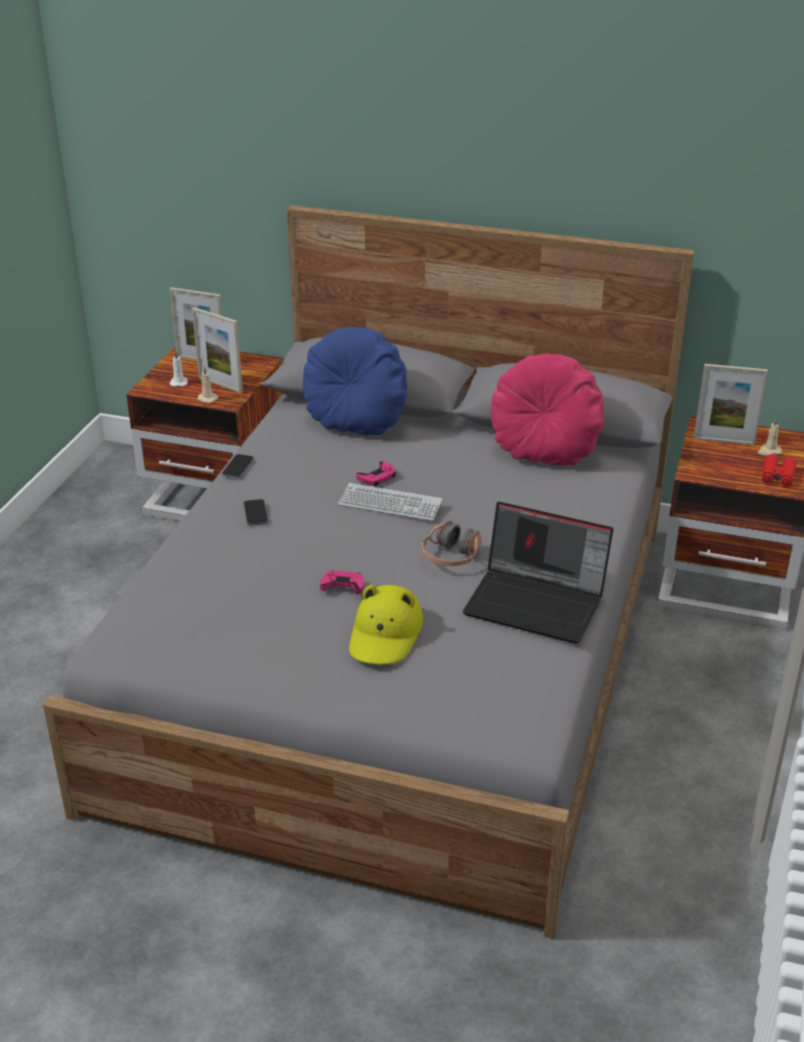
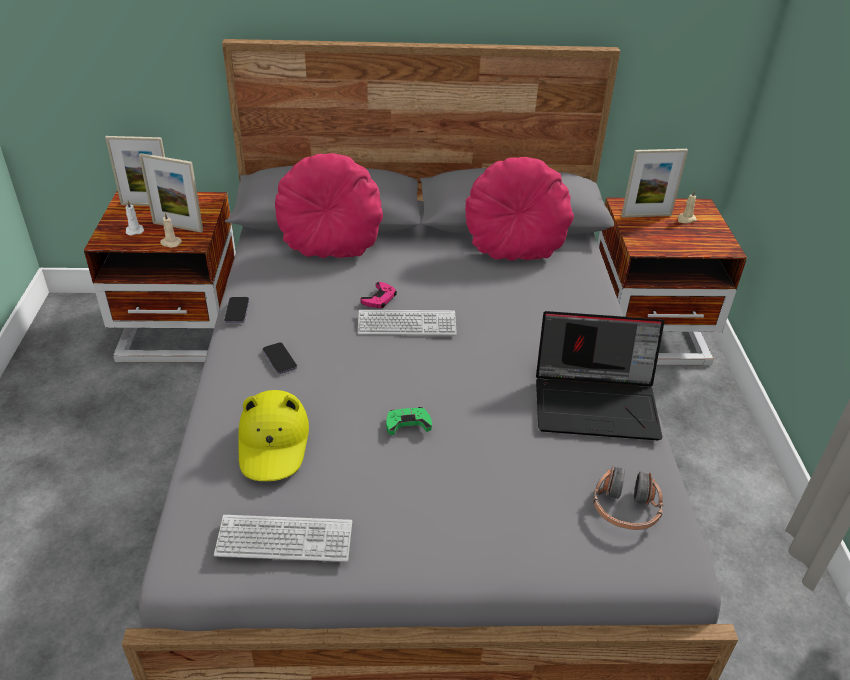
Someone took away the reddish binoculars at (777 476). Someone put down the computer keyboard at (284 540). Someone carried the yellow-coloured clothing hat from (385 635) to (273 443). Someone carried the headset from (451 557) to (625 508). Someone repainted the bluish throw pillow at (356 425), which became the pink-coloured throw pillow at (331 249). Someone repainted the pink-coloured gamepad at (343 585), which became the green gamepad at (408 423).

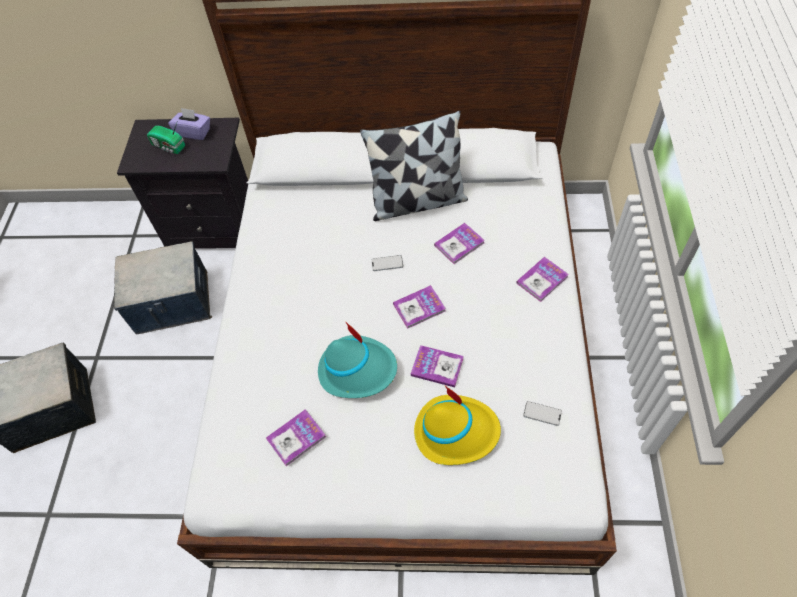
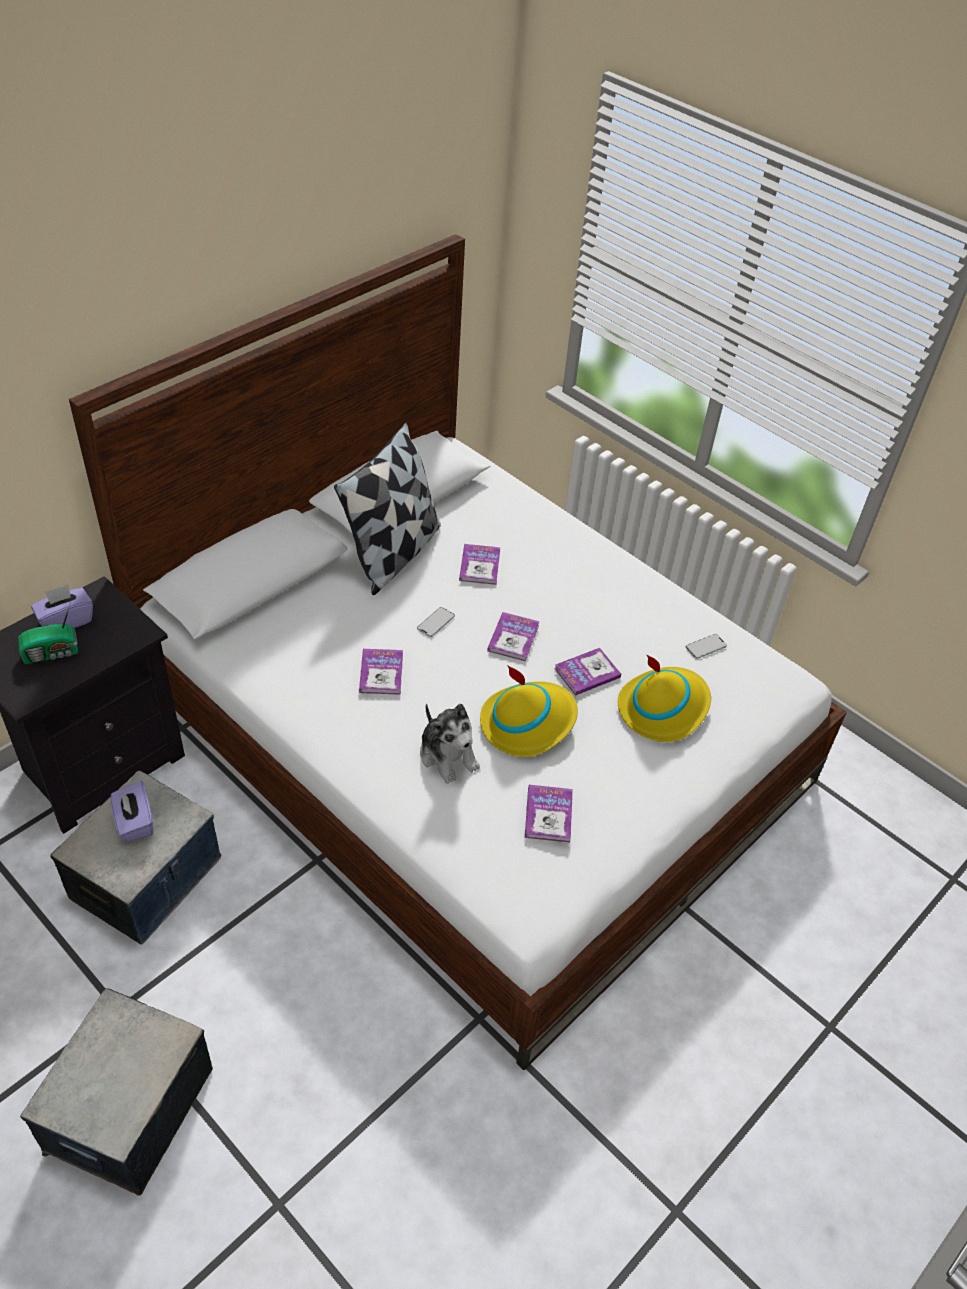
Someone put down the purple-coloured box of tissues at (135 822). Someone put down the plush toy at (448 755). Someone carried the volume from (542 280) to (381 673). Someone repainted the blue-green clothing hat at (357 369), which became the yellow-coloured clothing hat at (528 722).

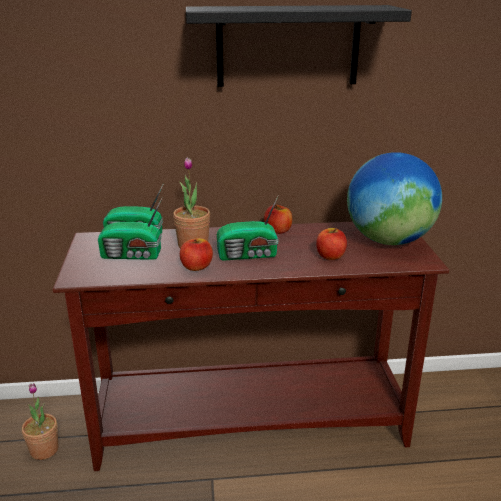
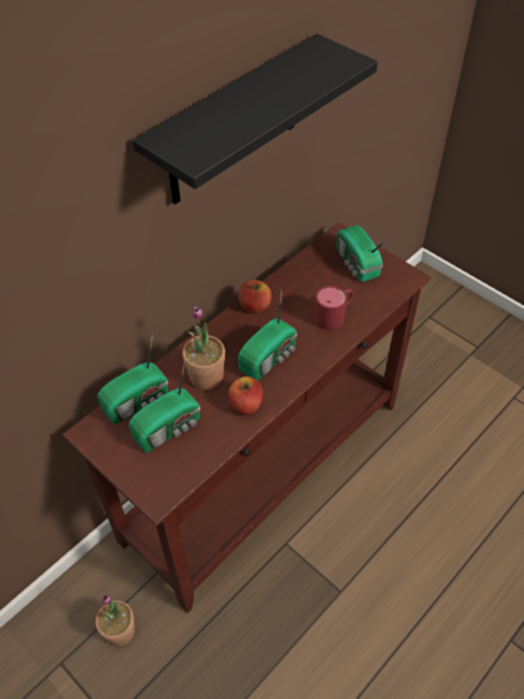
Someone swapped the whole apple at (330 256) for the reddish coffee mug at (335 315). Someone swapped the globe at (389 241) for the radio receiver at (356 264).

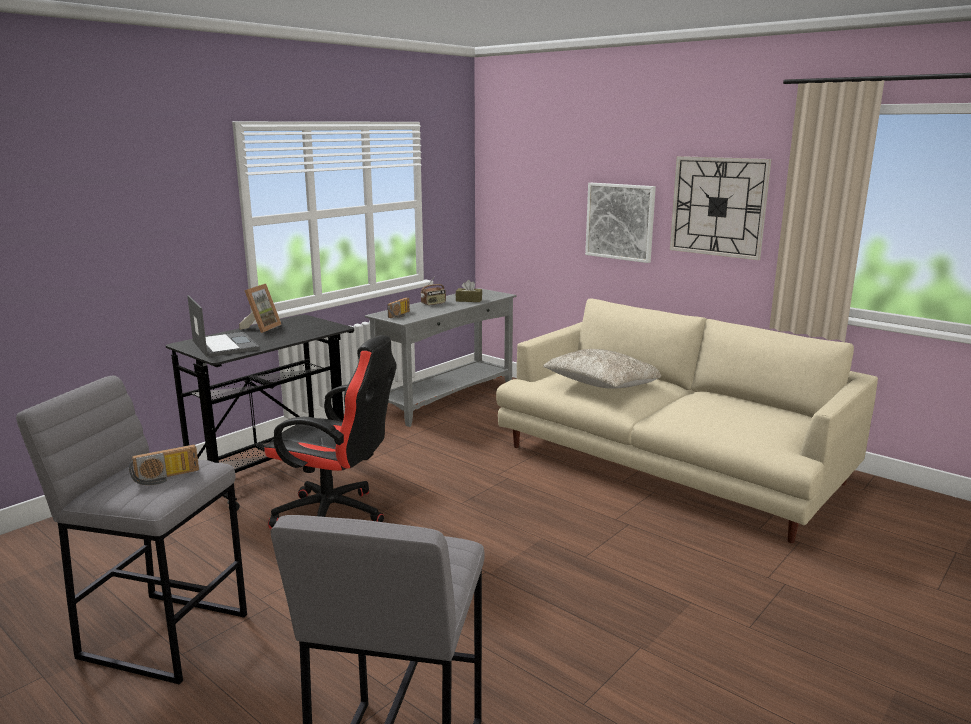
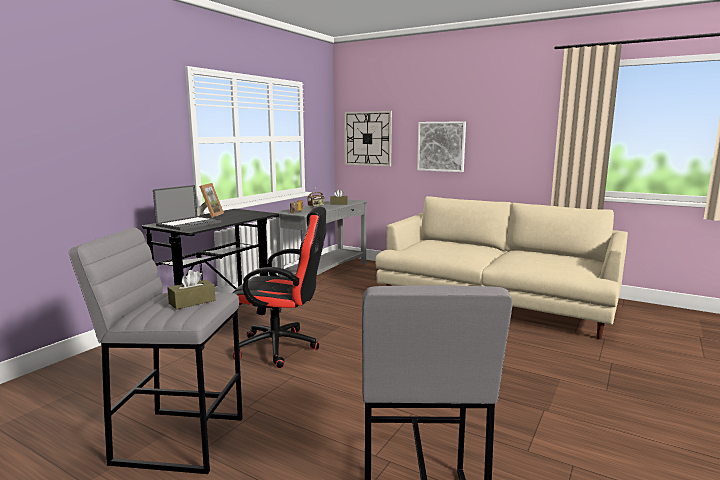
Someone took away the beige-coloured throw pillow at (602 385). Someone carried the clock on the wall from (718 206) to (368 138). Someone swapped the radio receiver at (166 478) for the brown-coloured box of tissues at (192 302). Someone rotated the notebook computer at (224 345) by 75 degrees clockwise.

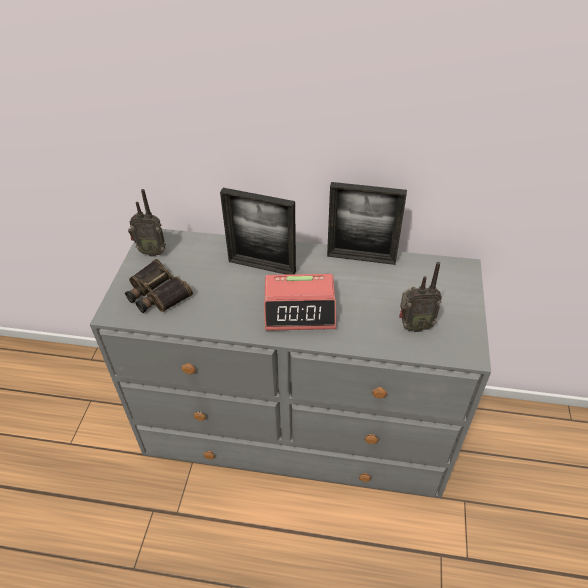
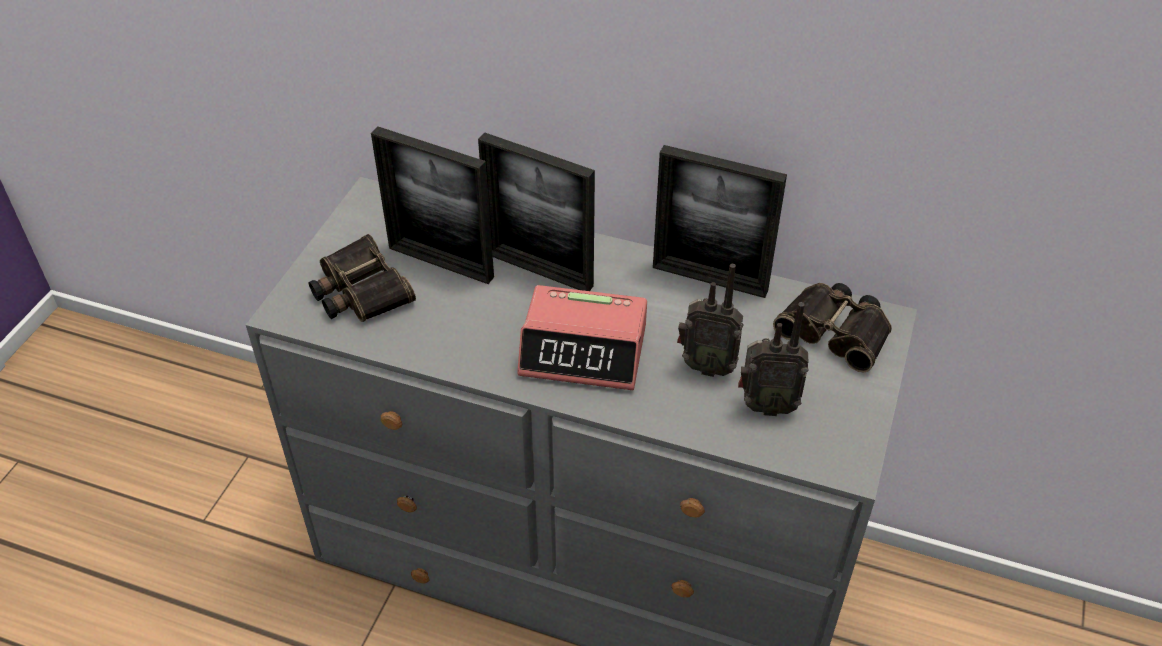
Someone put down the photo frame at (441 262). Someone put down the binoculars at (836 331). Someone carried the radio receiver from (152 251) to (706 366).

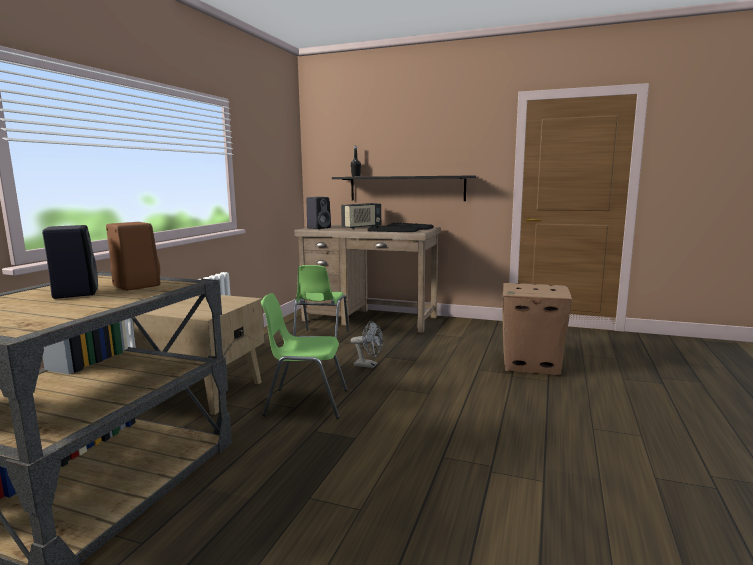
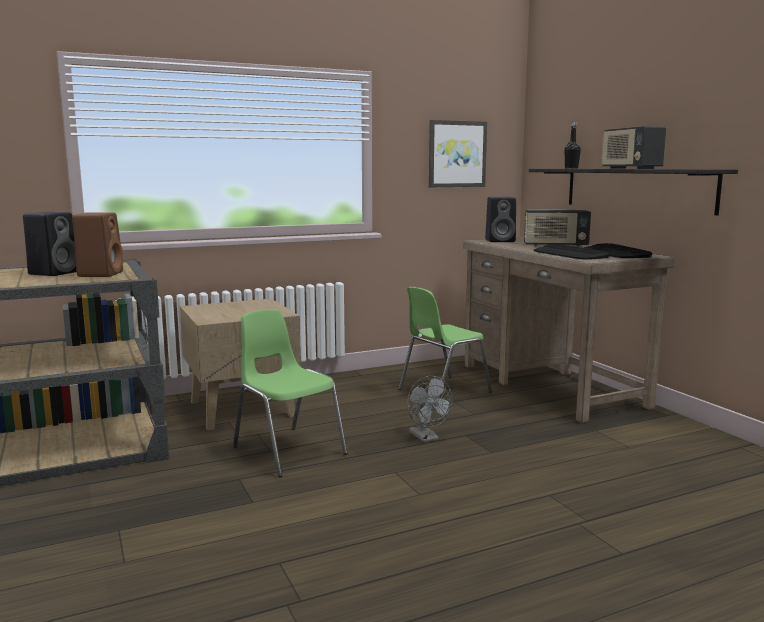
Someone took away the carton at (531 363). Someone put up the wall picture at (457 154). Someone put down the radio receiver at (630 168).

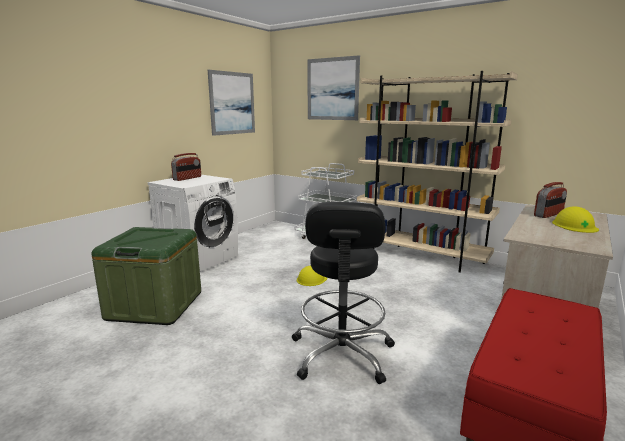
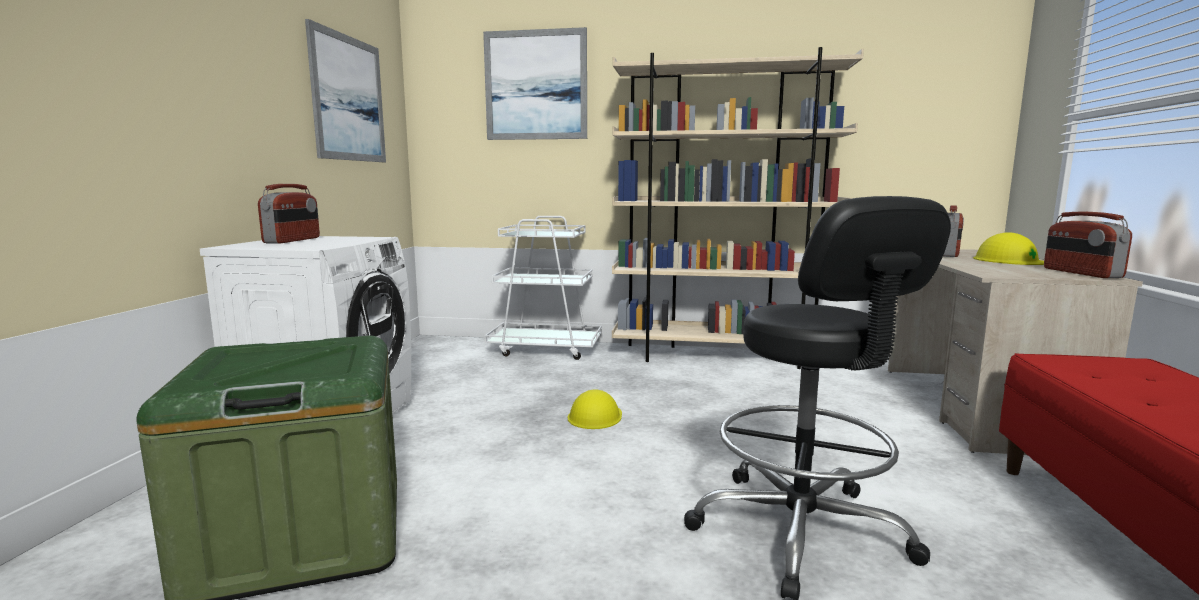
Someone put down the radio receiver at (1081 273).

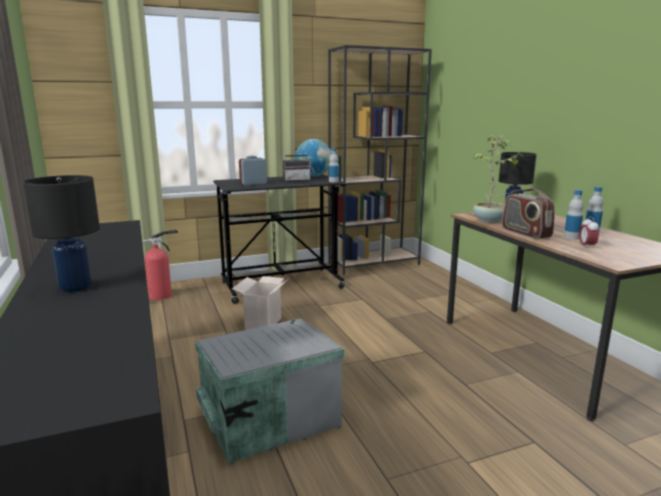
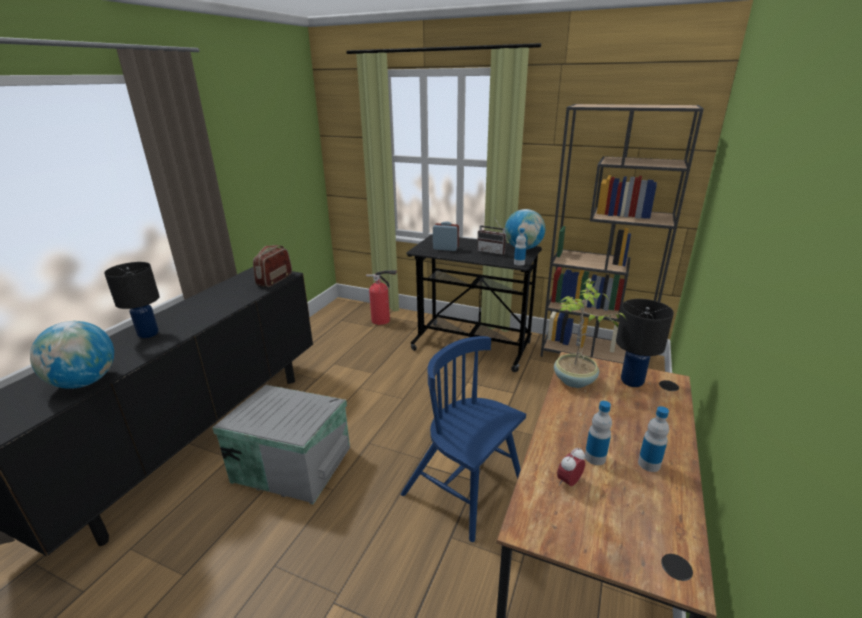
Someone took away the carton at (263 323). Someone put down the globe at (85 382). Someone put down the bluish chair at (468 490). Someone carried the radio receiver from (525 233) to (274 280).

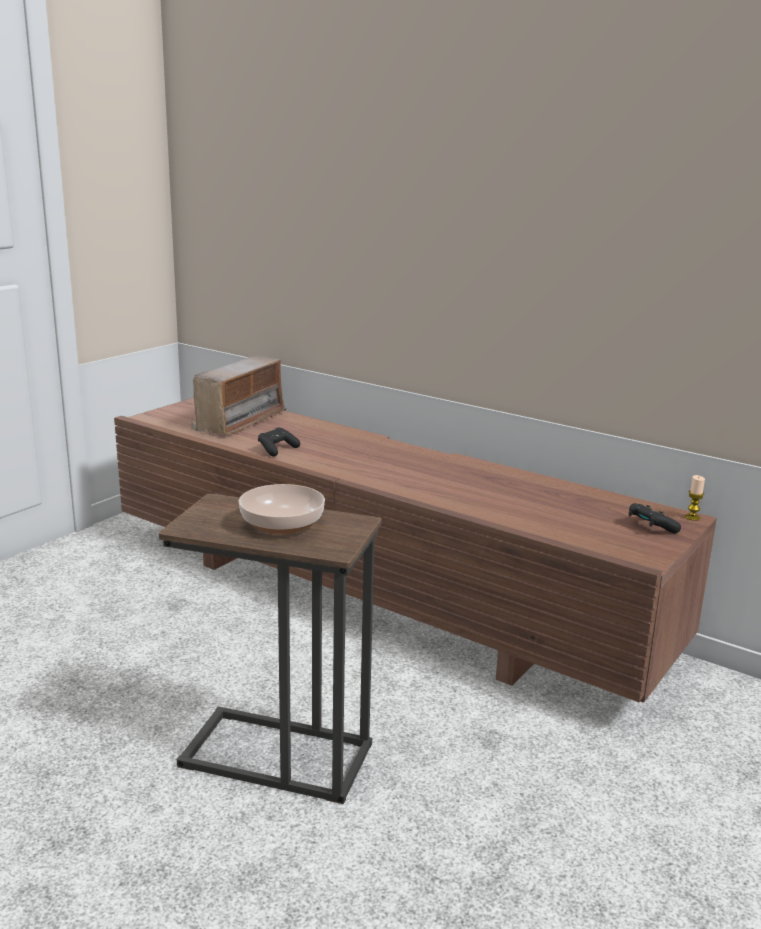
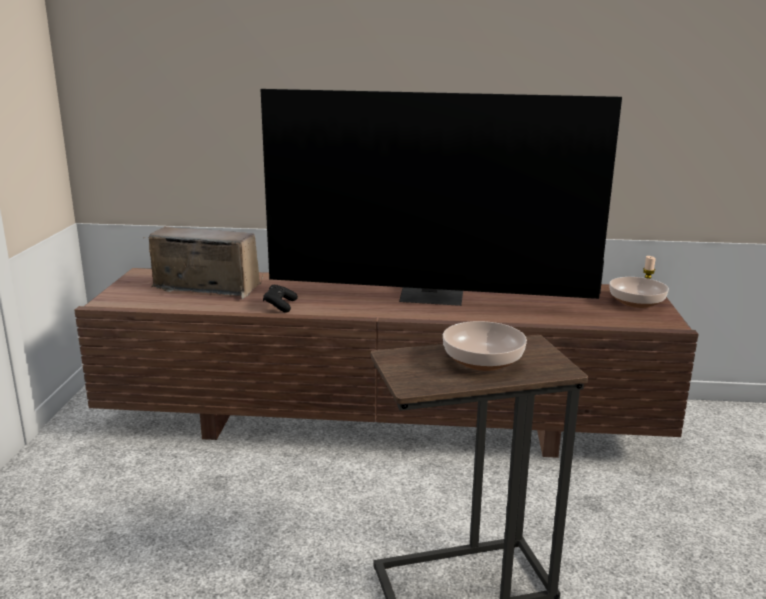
Someone put down the TV at (432 296). Someone swapped the blackish gamepad at (650 527) for the deep dish at (635 302). Someone rotated the radio receiver at (240 421) by 75 degrees counterclockwise.

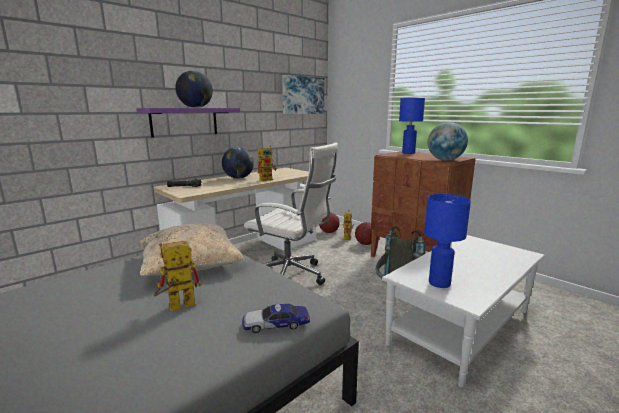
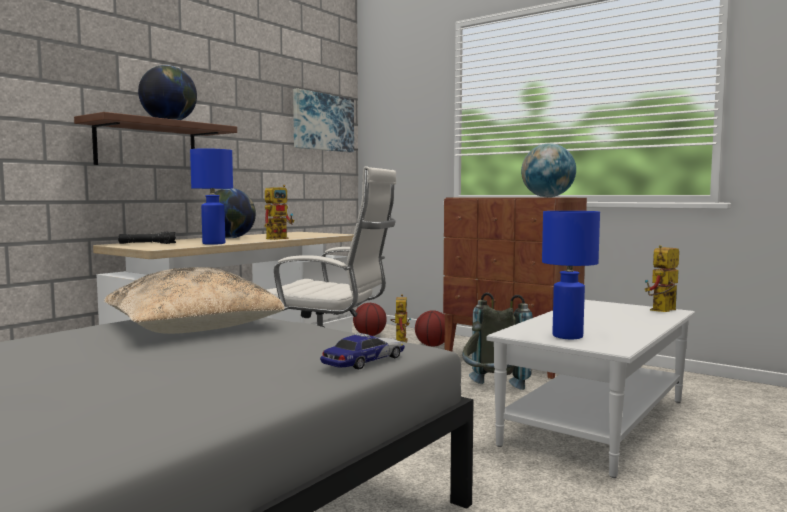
Someone carried the robot figure from (176 307) to (662 311). Someone carried the bluish table lamp from (408 153) to (213 243). Someone repainted the purple-coloured wall shelf at (184 122), which became the brown-coloured wall shelf at (146 145). Someone rotated the miniature car at (276 324) by 150 degrees clockwise.

